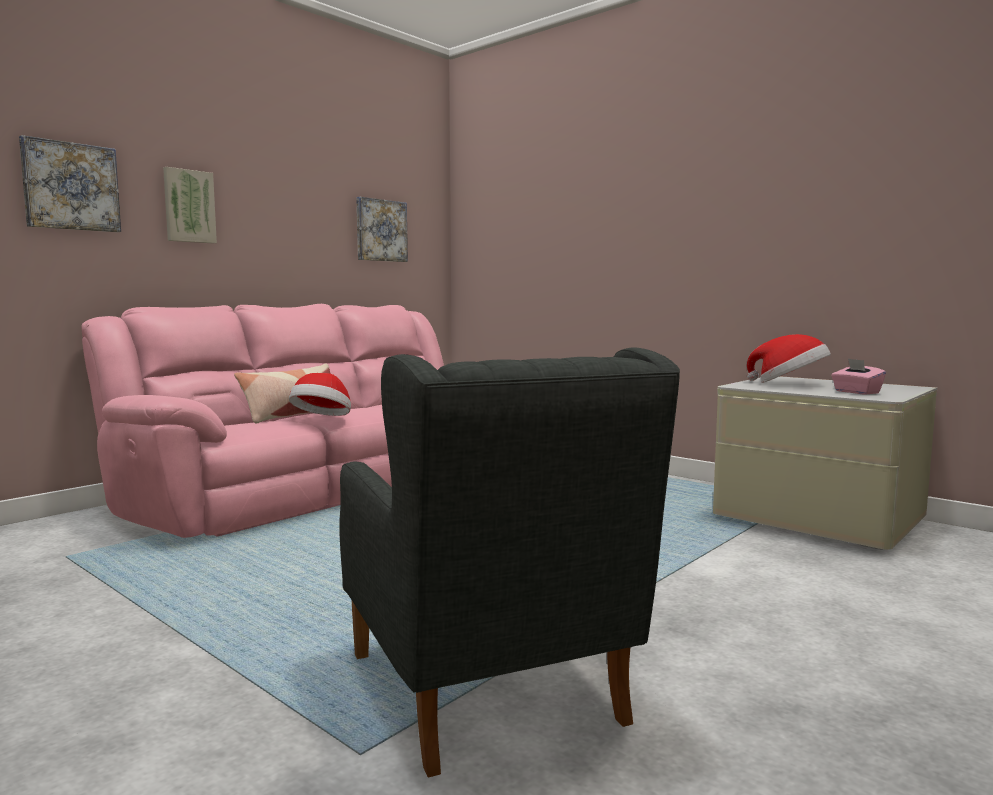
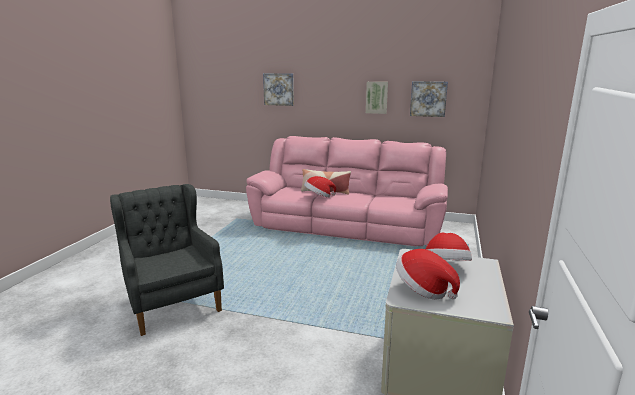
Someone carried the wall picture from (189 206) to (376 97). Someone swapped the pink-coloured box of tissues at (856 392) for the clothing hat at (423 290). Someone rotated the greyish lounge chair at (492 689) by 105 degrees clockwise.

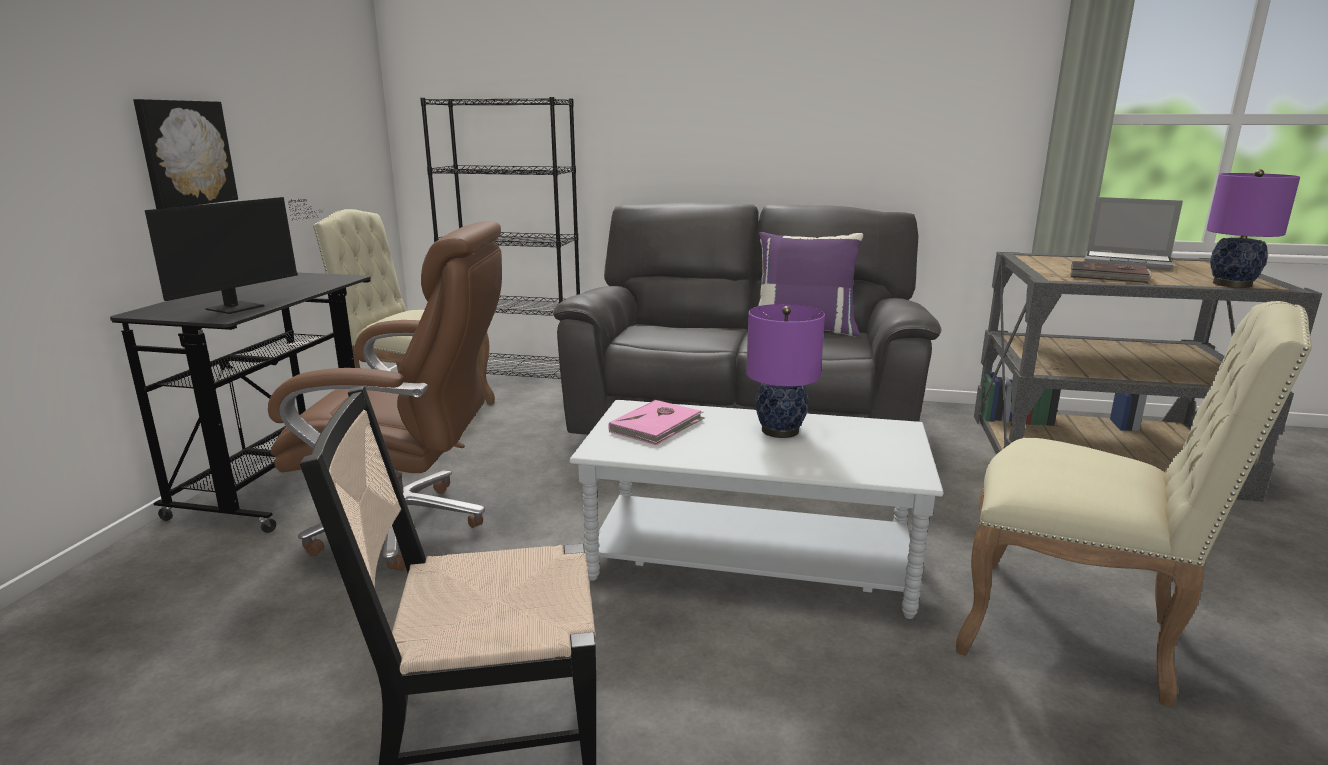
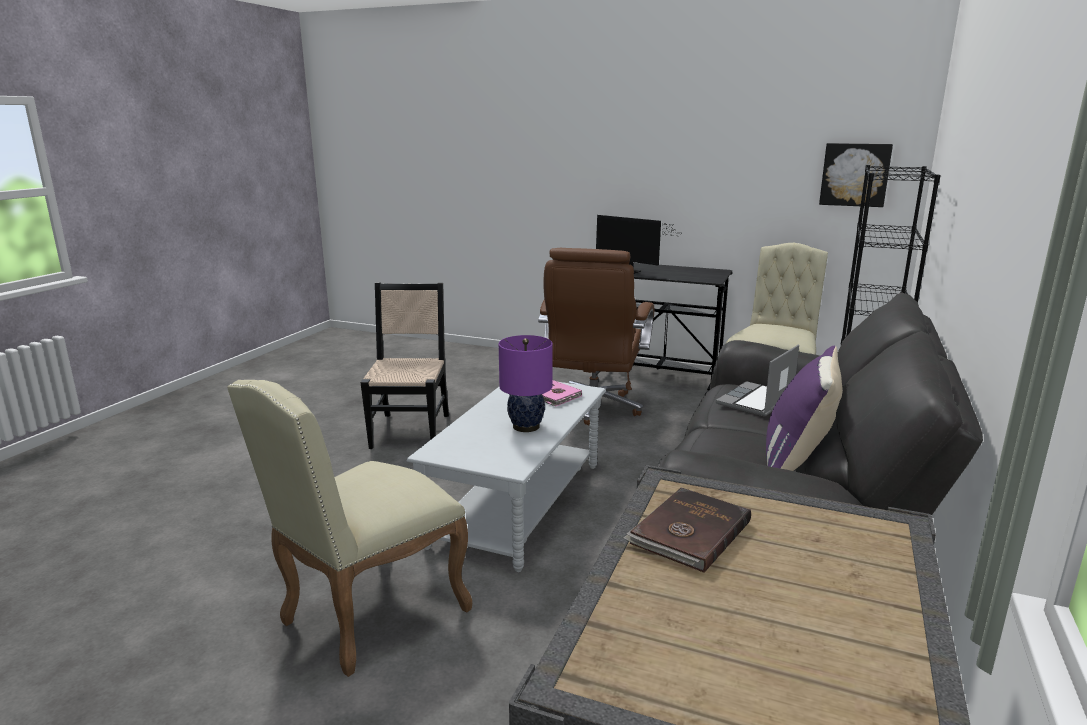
Someone took away the purple-coloured table lamp at (1231 284). Someone carried the wall picture from (185 153) to (854 174). Someone carried the notebook computer from (1128 262) to (756 401).

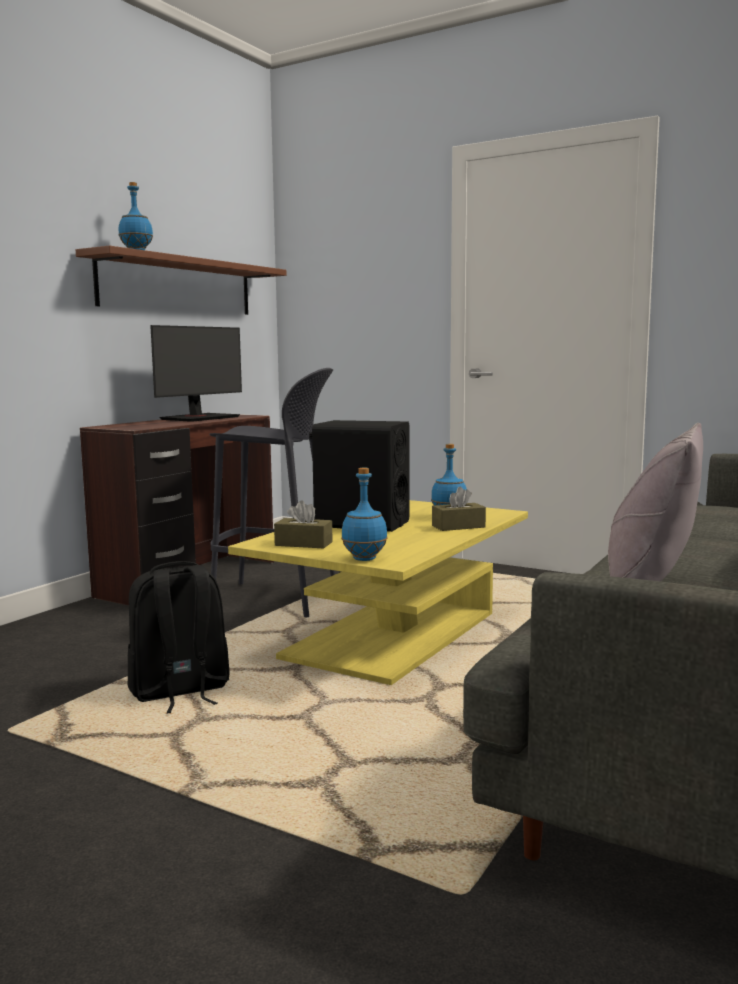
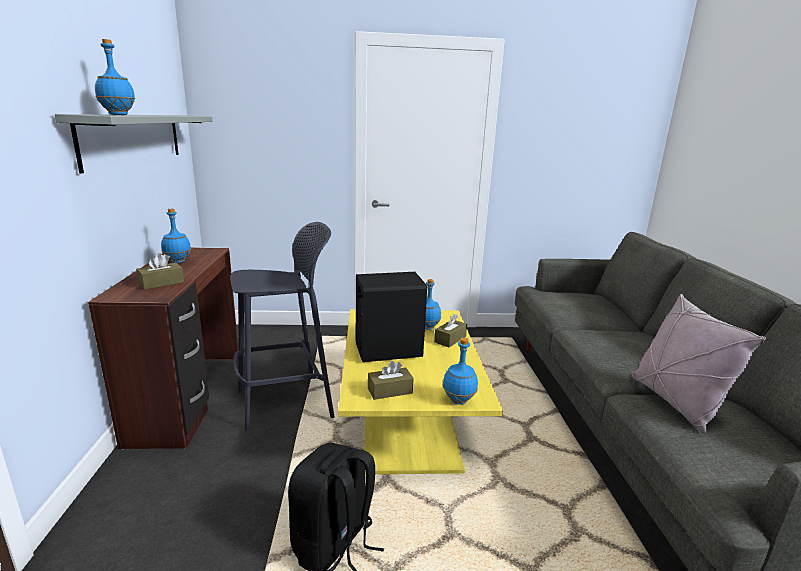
Someone put down the brown-coloured box of tissues at (161 283). Someone swapped the monitor at (199 418) for the bluish drink bottle at (177 261). Someone repainted the brown-coloured wall shelf at (178 286), which became the greyish wall shelf at (134 138).

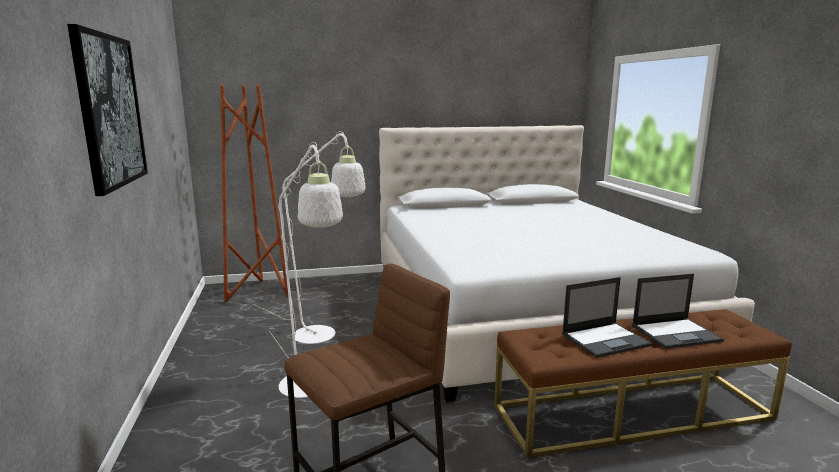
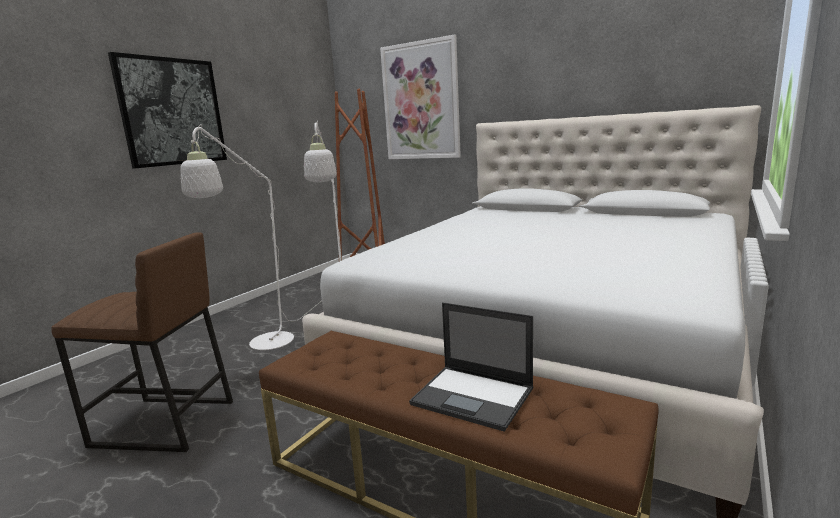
Someone took away the notebook computer at (606 339). Someone put up the wall picture at (421 101).

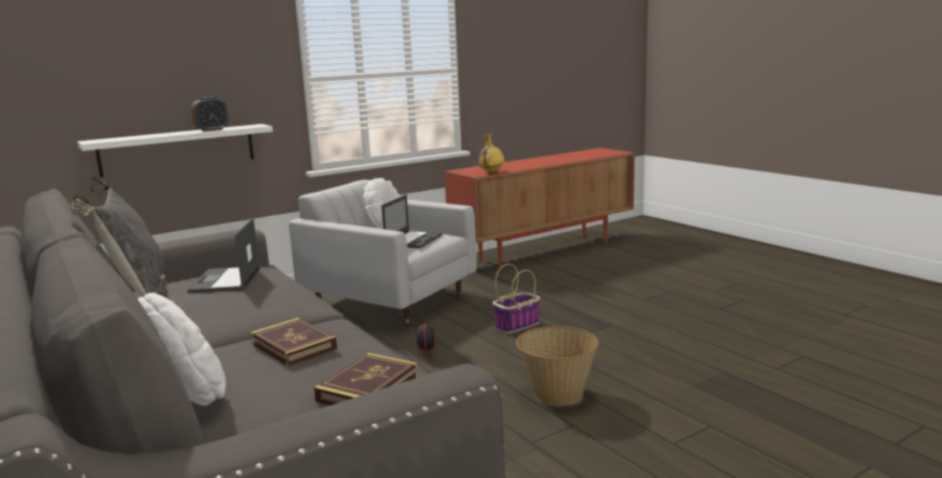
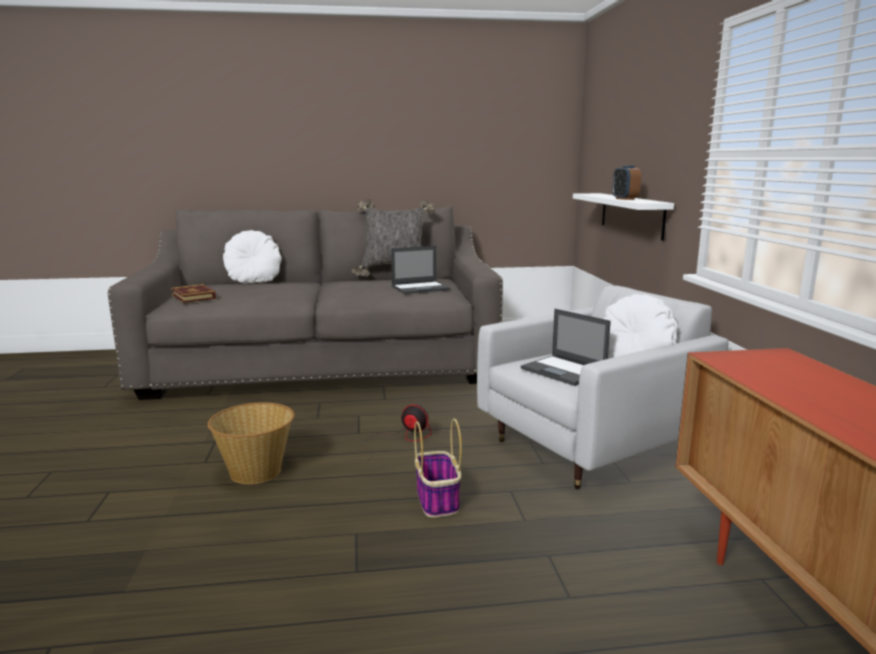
Someone took away the volume at (293 346). Someone took away the yellow-coloured flower vase at (491 172). Someone rotated the notebook computer at (225 280) by 135 degrees clockwise.

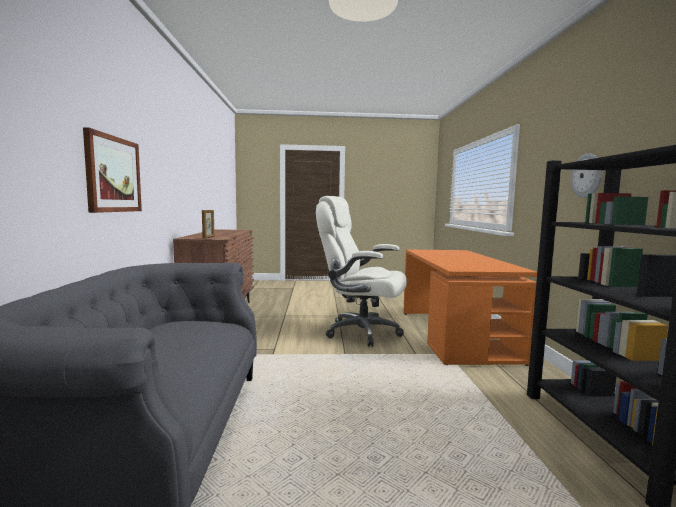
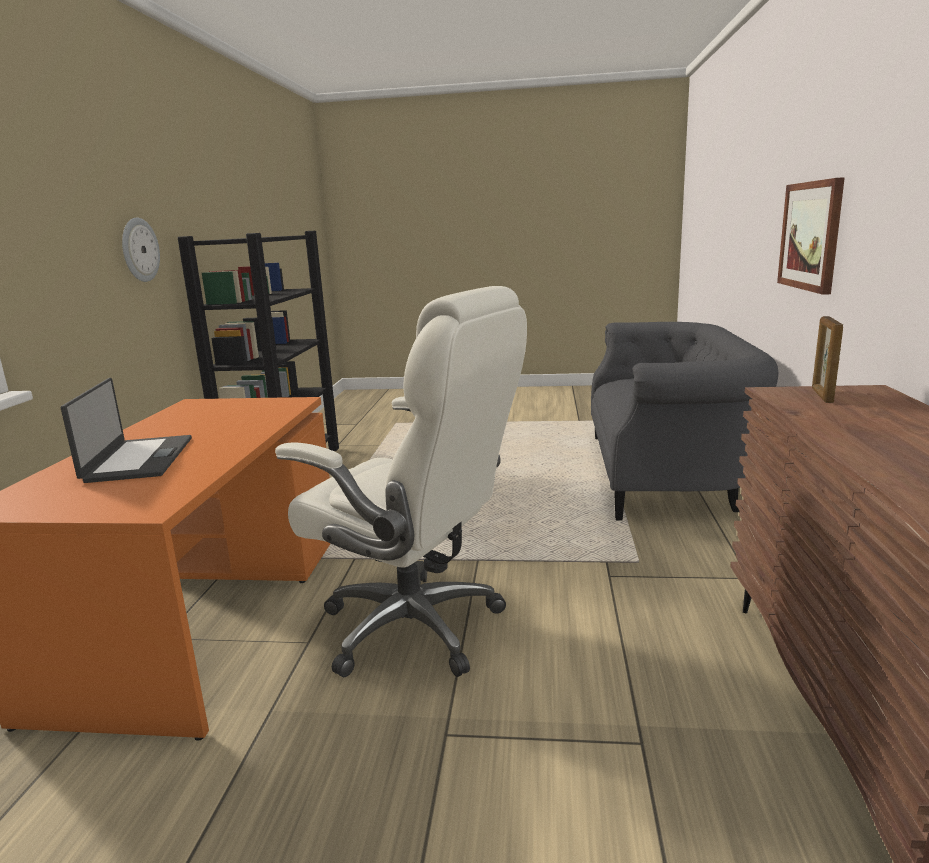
Someone put down the notebook computer at (138 459).

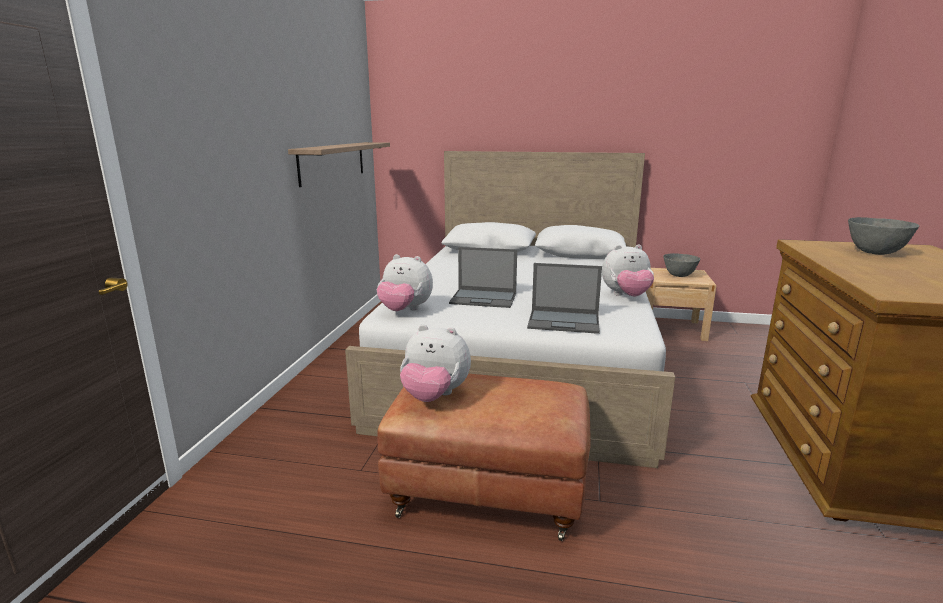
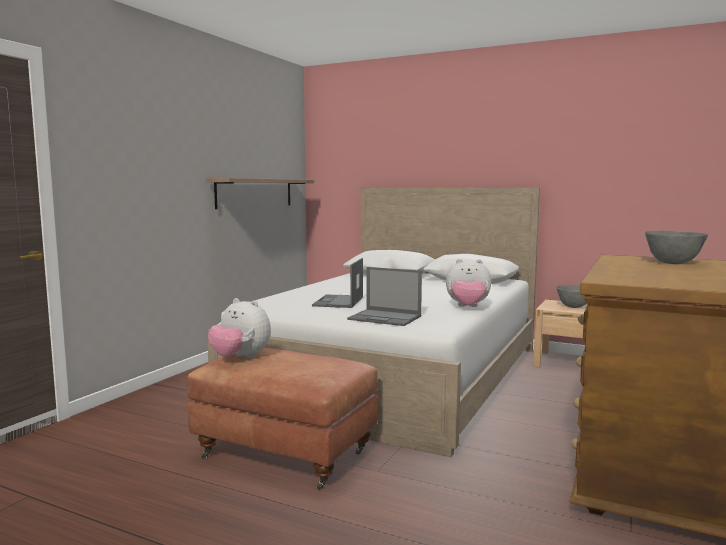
Someone took away the plush toy at (405 311). Someone rotated the notebook computer at (484 298) by 75 degrees clockwise.

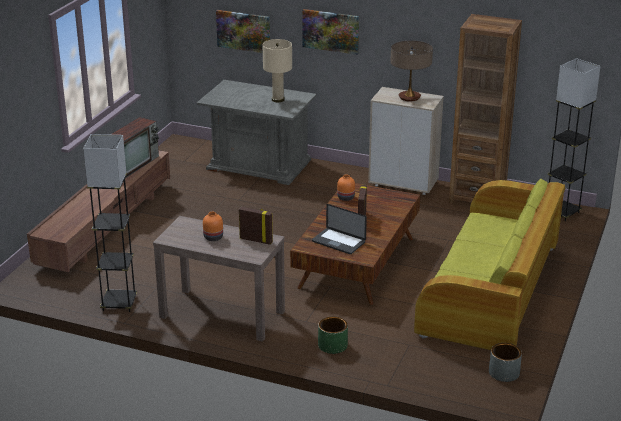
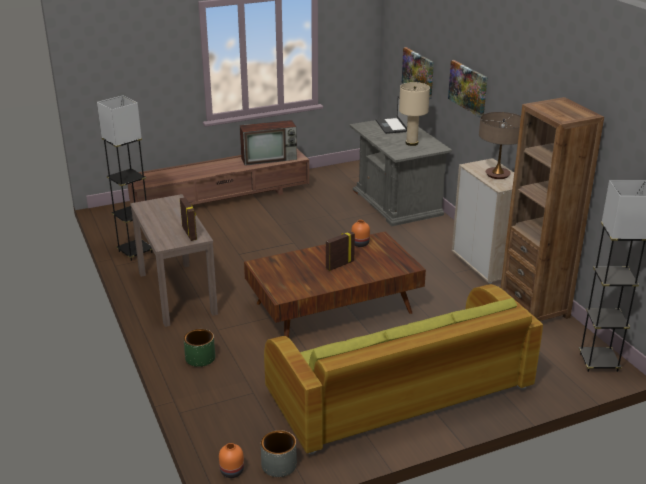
Someone carried the orangey flower vase from (212 237) to (231 471). Someone carried the notebook computer from (338 242) to (391 126).

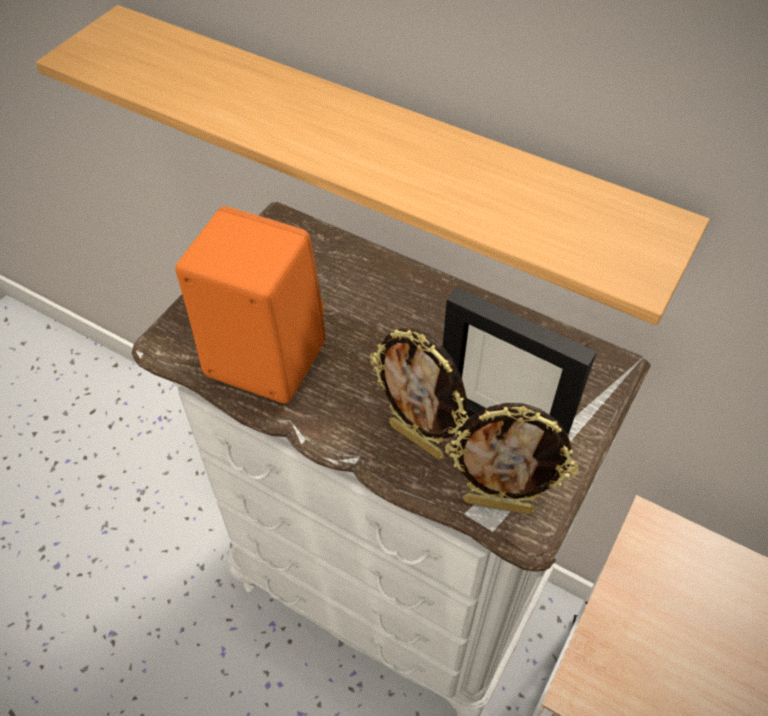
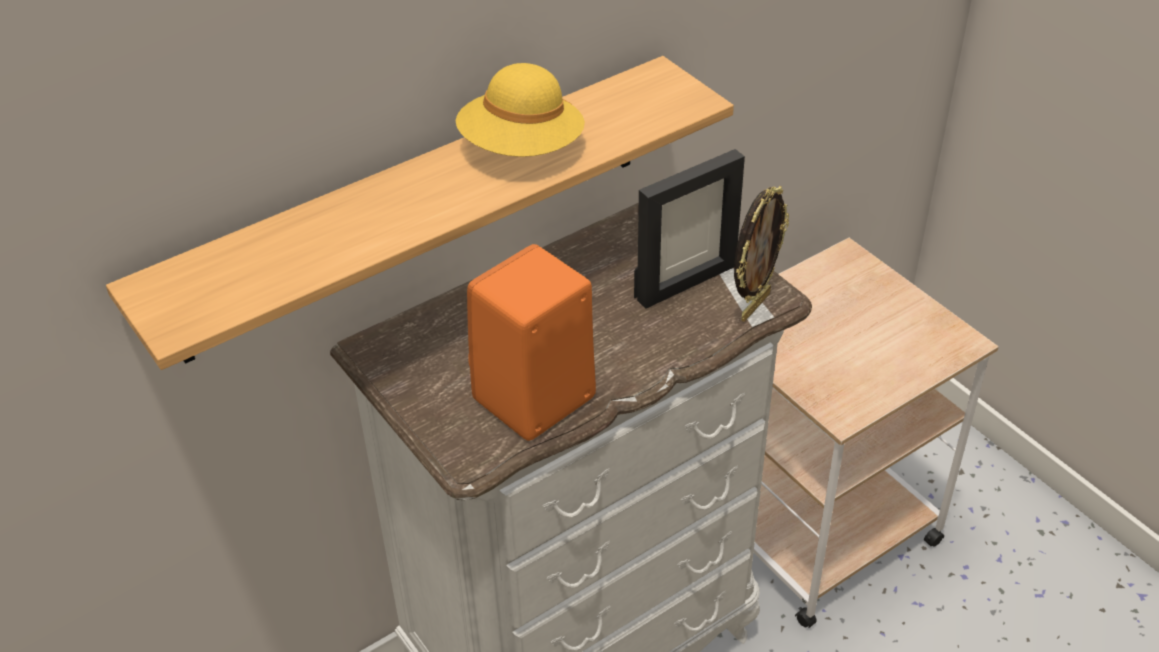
Someone took away the photo frame at (417 440). Someone put down the yellow-coloured clothing hat at (522 148).

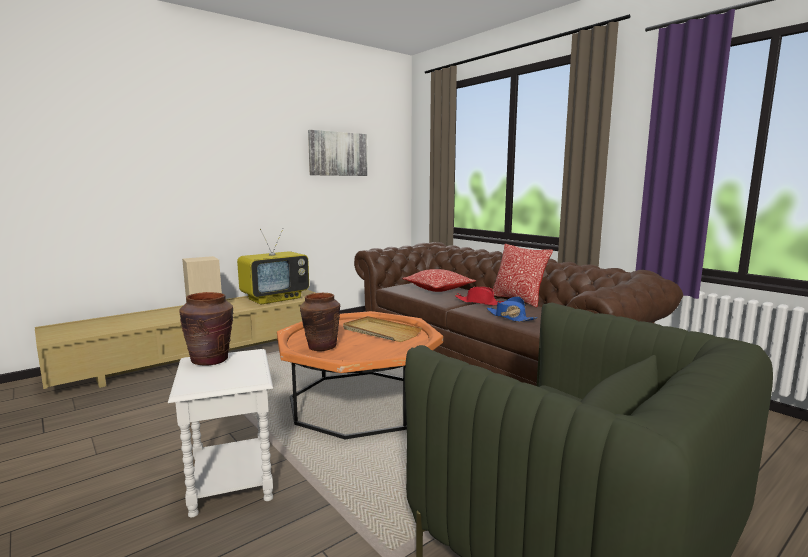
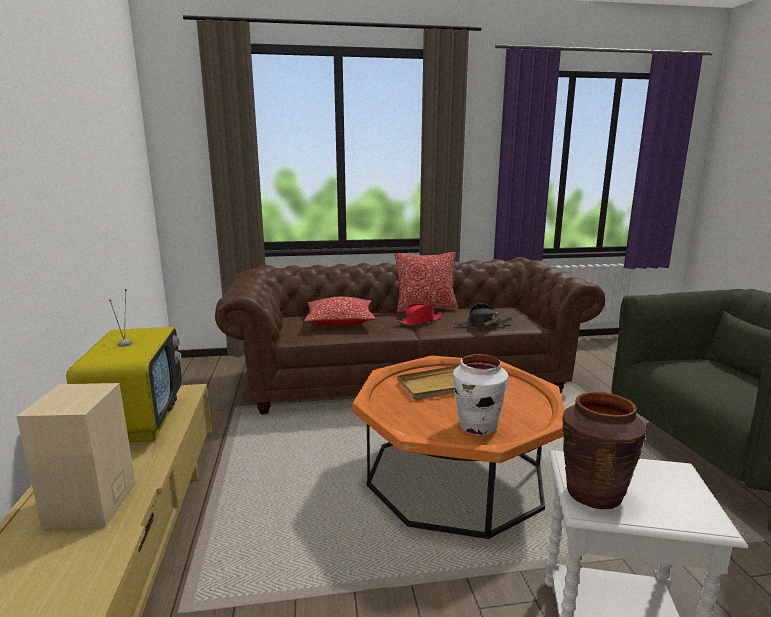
Someone took away the wall picture at (338 154). Someone repainted the brown-coloured flower vase at (321 347), which became the white-coloured flower vase at (477 426). Someone repainted the bluish clothing hat at (510 317), which became the blackish clothing hat at (482 325).

